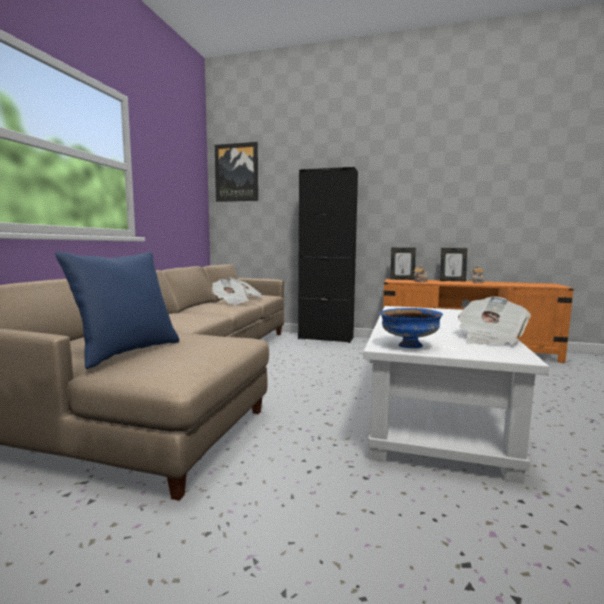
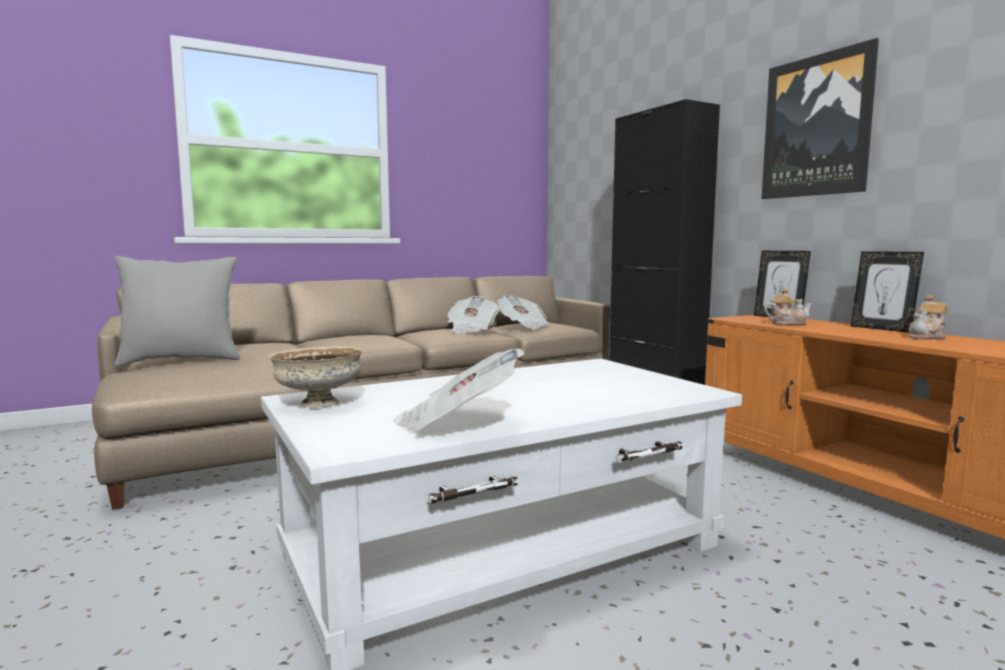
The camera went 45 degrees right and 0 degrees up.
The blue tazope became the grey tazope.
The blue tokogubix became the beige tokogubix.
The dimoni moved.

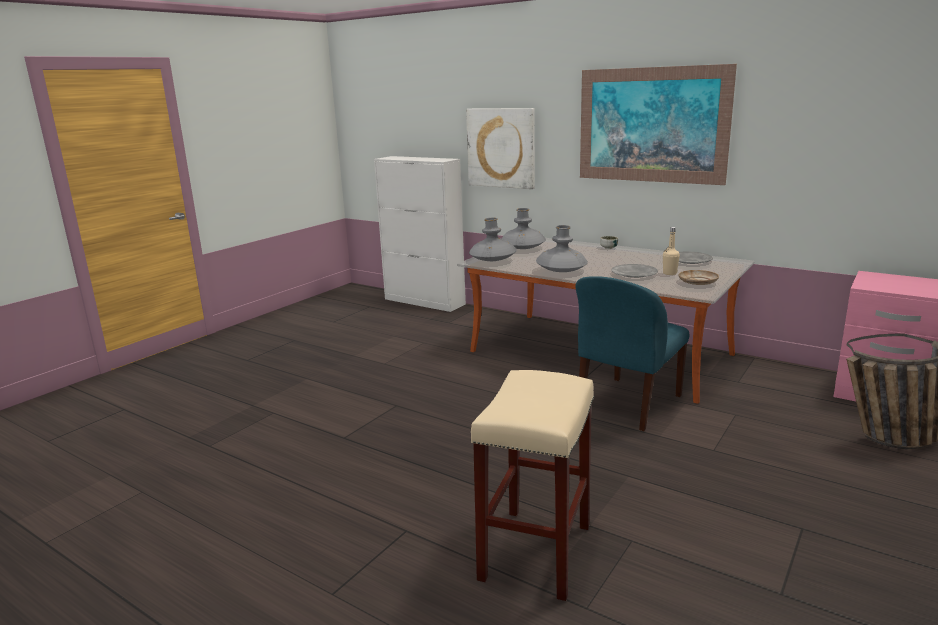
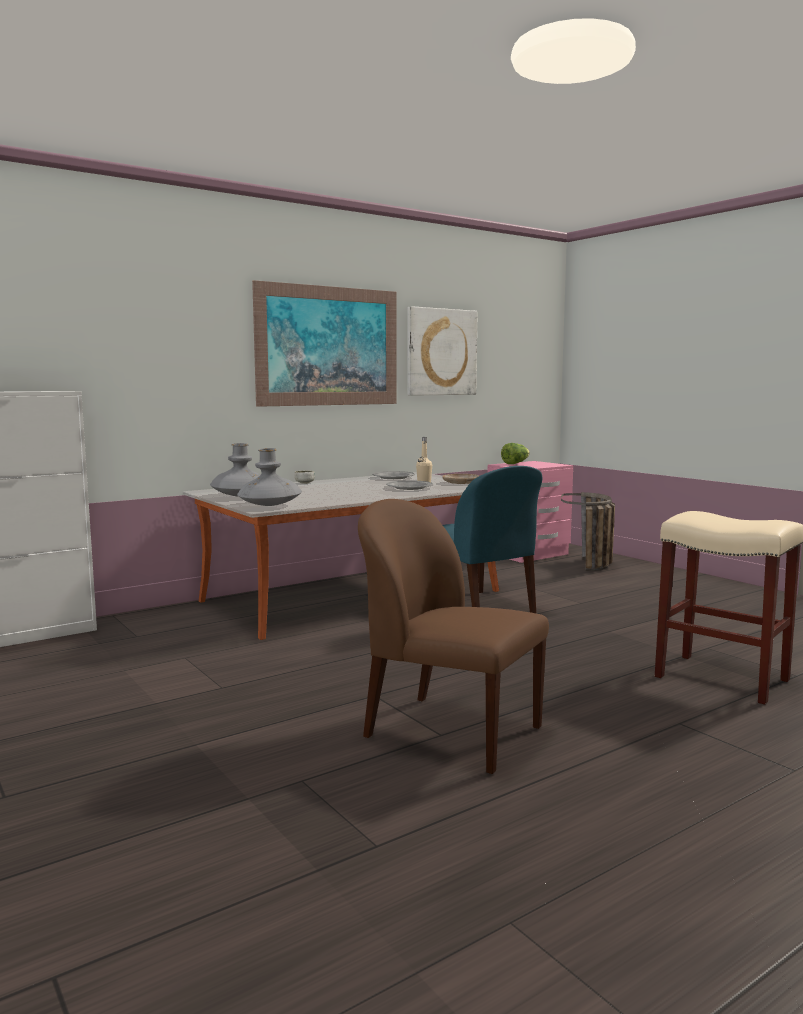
The camera went 70 degrees left and 10 degrees down.
The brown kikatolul appeared.
The dimoni (1st from left in the first image) moved.
The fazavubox appeared.
The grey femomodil (3rd from left) disappeared.

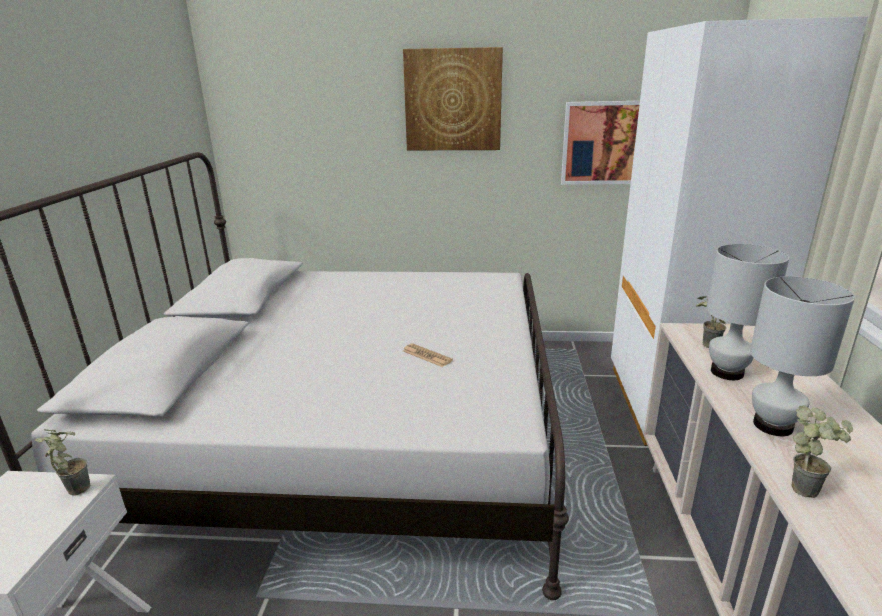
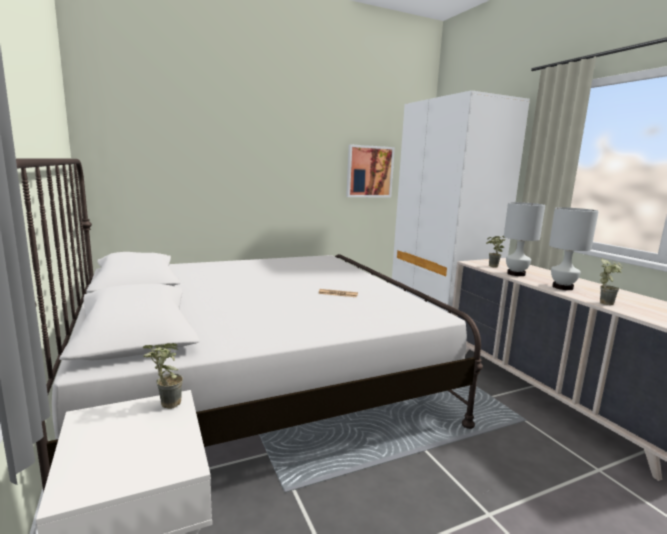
The camera went 30 degrees left and 10 degrees down.
The dimoni (1st from left) disappeared.

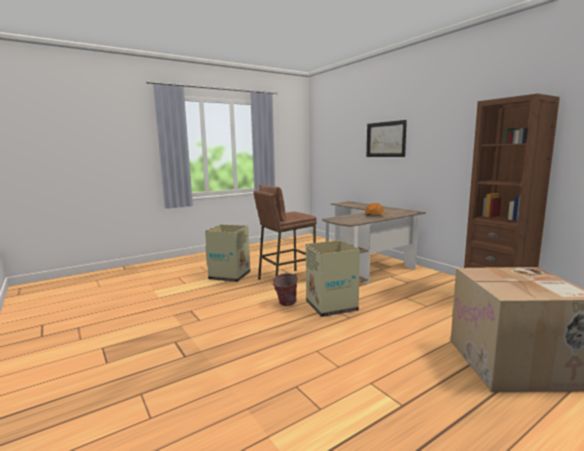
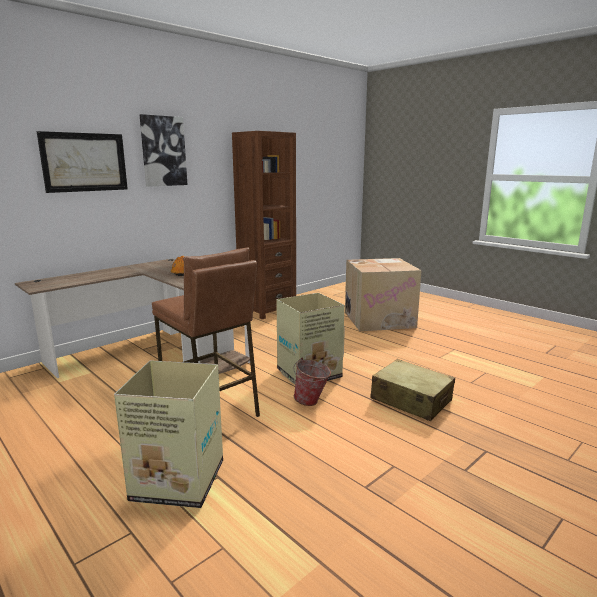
The camera went 100 degrees left and 5 degrees up.
The dimoni (2nd from left) appeared.
The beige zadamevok appeared.

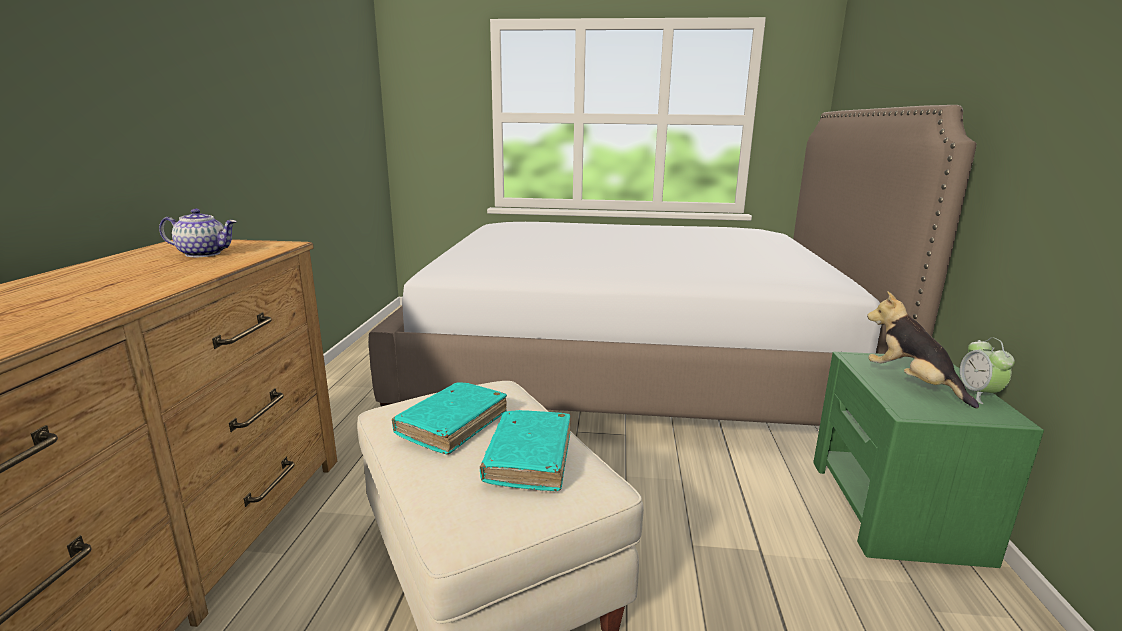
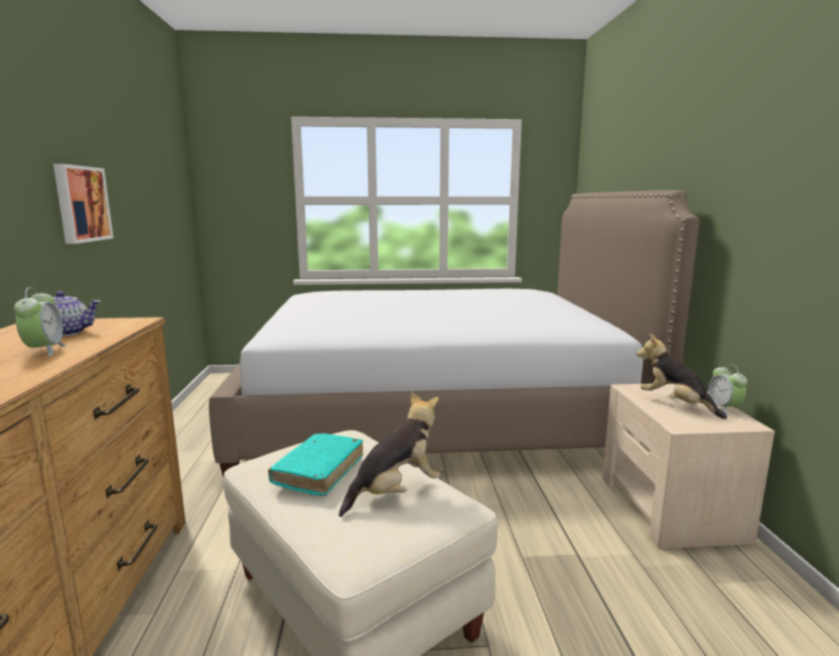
The camera went 10 degrees left and 5 degrees down.
The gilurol (1st from left) appeared.
The dimoni appeared.
The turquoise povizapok (2nd from left) was replaced by the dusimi (1st from left).
The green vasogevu became the beige vasogevu.

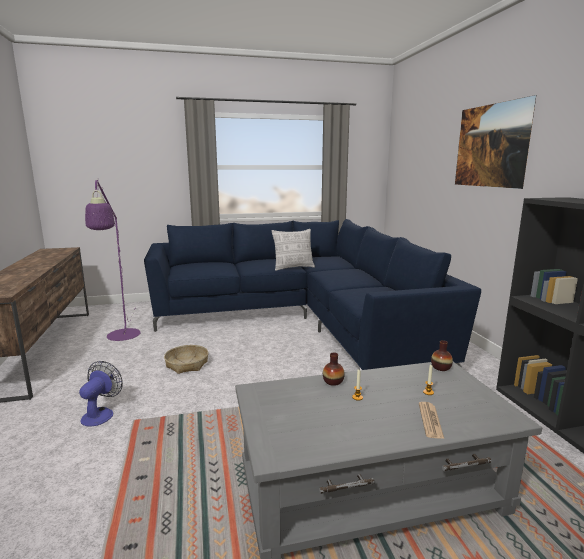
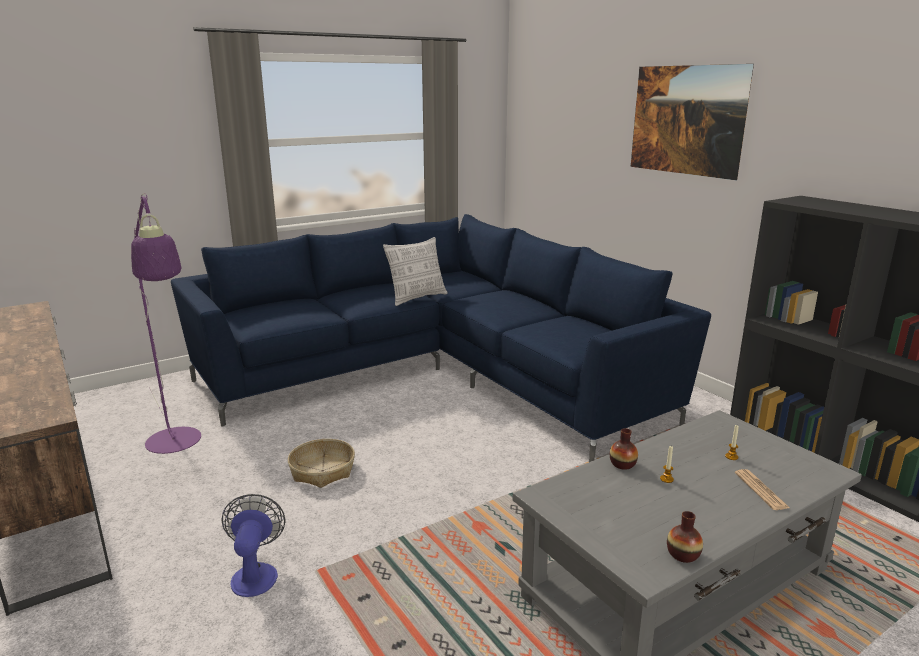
The camera went 20 degrees left and 5 degrees up.
The femomodil (2nd from left) moved.

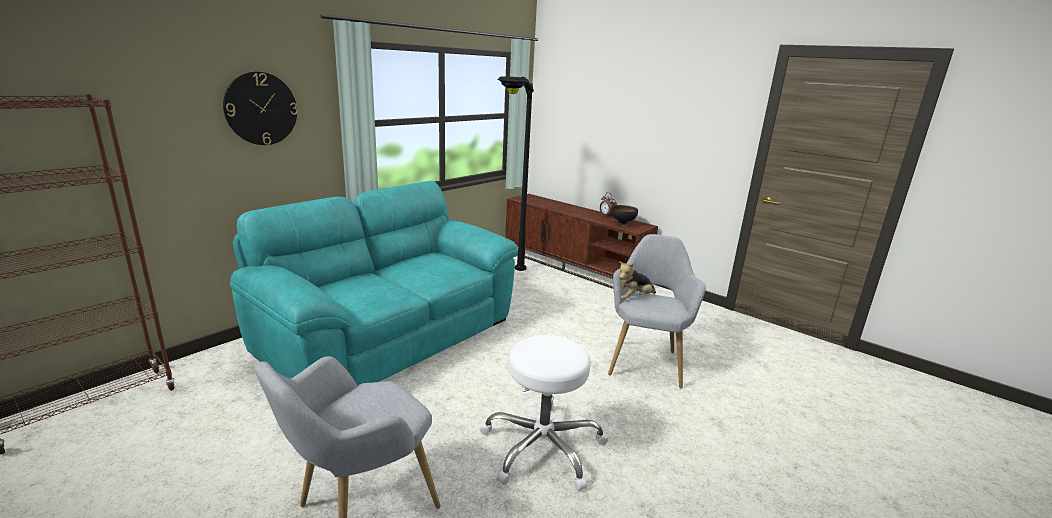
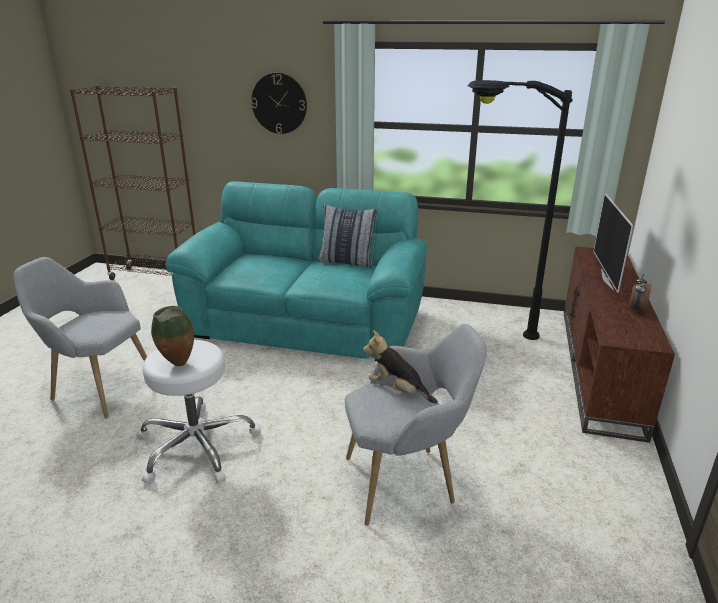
The camera went 65 degrees right and 5 degrees up.
The femomodil appeared.
The tazope appeared.
The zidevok appeared.
The black tokogubix disappeared.

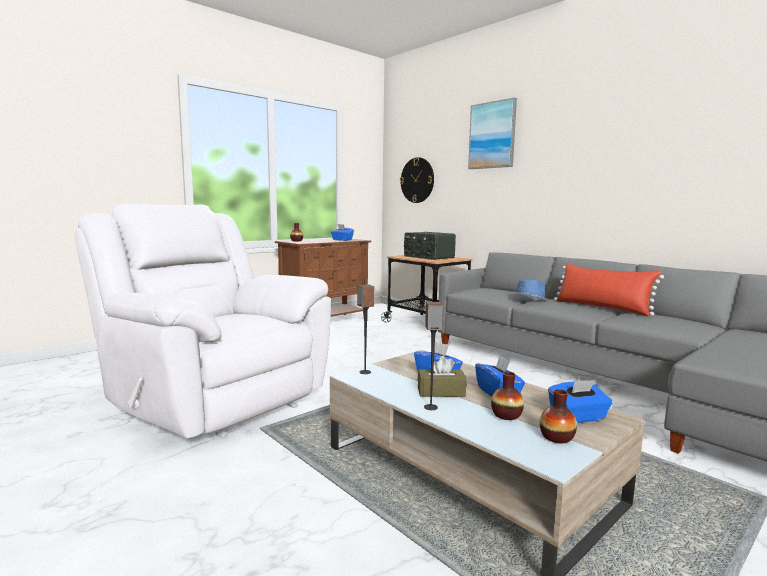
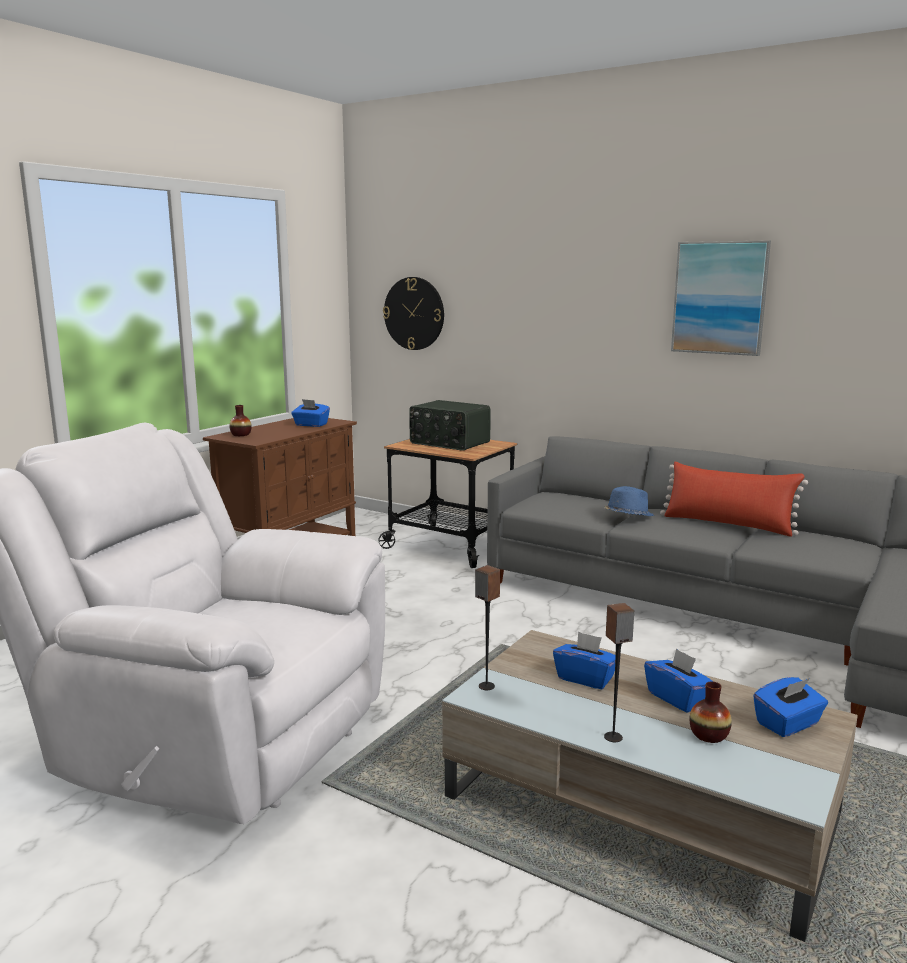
The camera went 15 degrees left and 5 degrees up.
The dimoni moved.
The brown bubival disappeared.
The femomodil (3rd from left) disappeared.

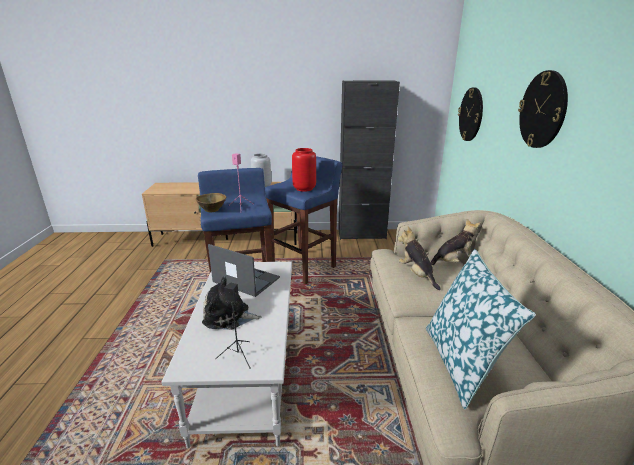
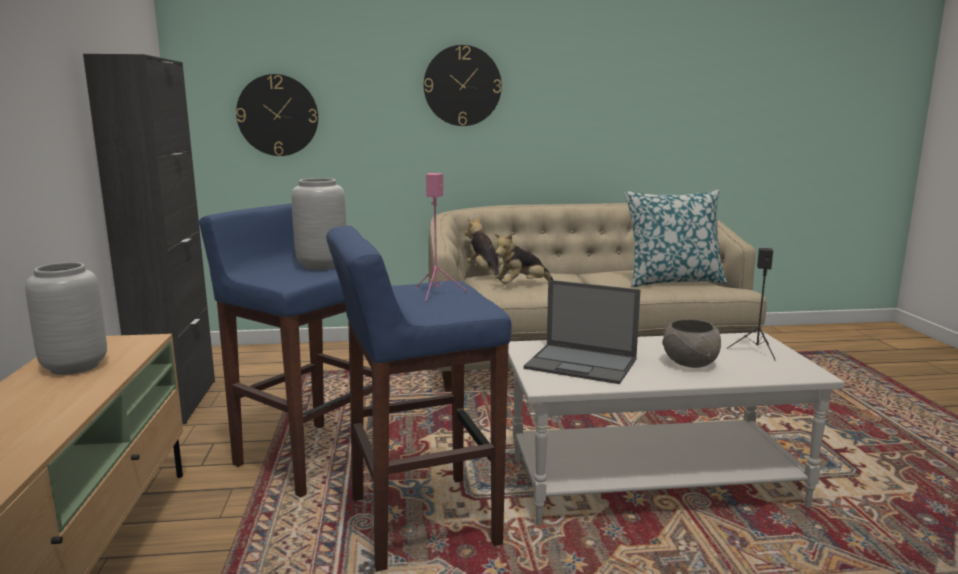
The camera went 95 degrees left and 10 degrees down.
The red femomodil became the grey femomodil (2nd from left).
The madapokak turned 90 degrees counterclockwise.
The dusimi (1st from left) was replaced by the grey tokogubix.
The brown tokogubix disappeared.

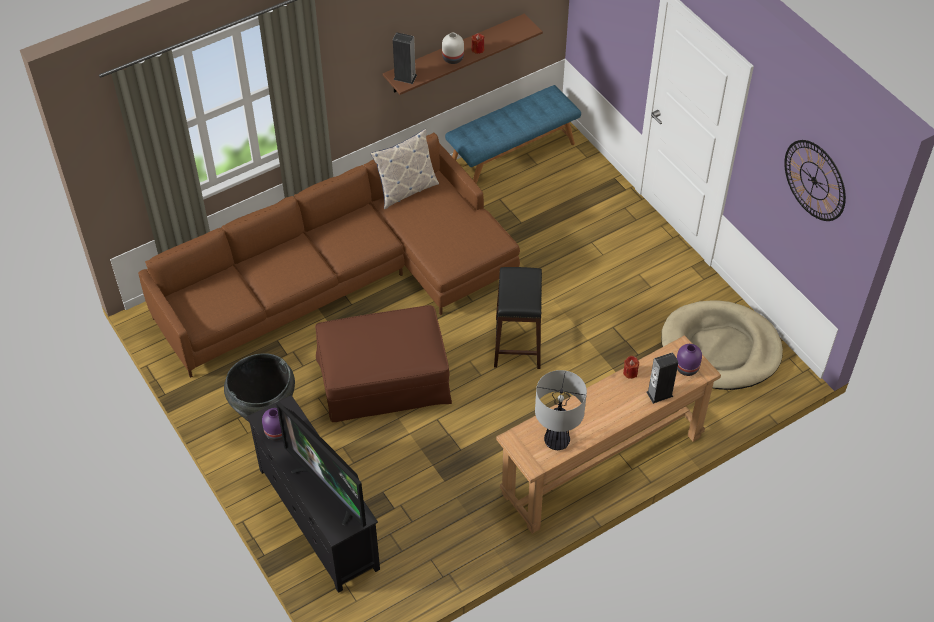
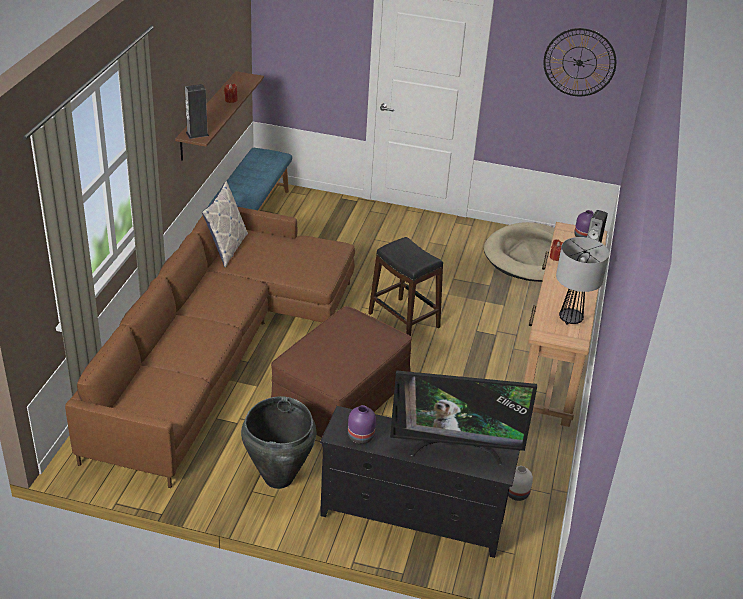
The camera went 45 degrees left and 15 degrees down.
The white femomodil moved.

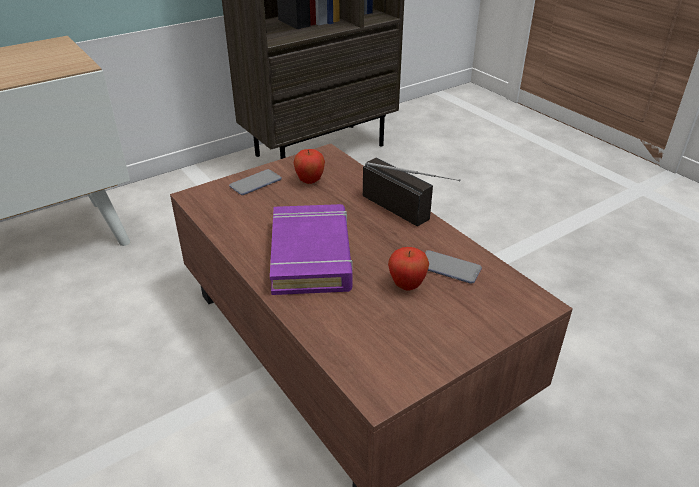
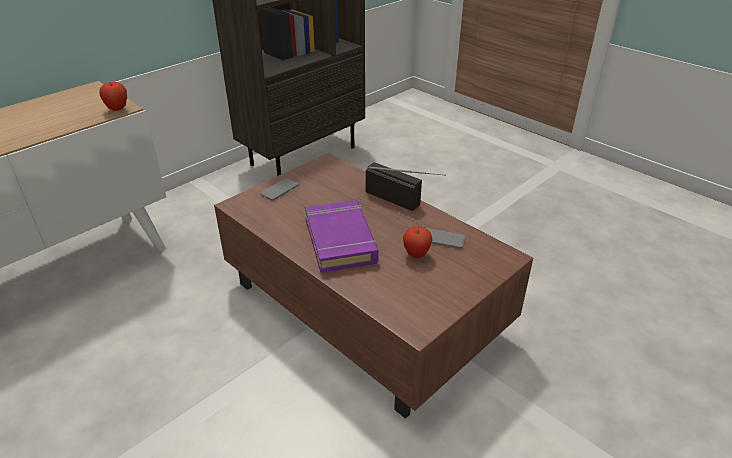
The camera went 10 degrees left and 0 degrees up.
The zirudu (1st from left) moved.

